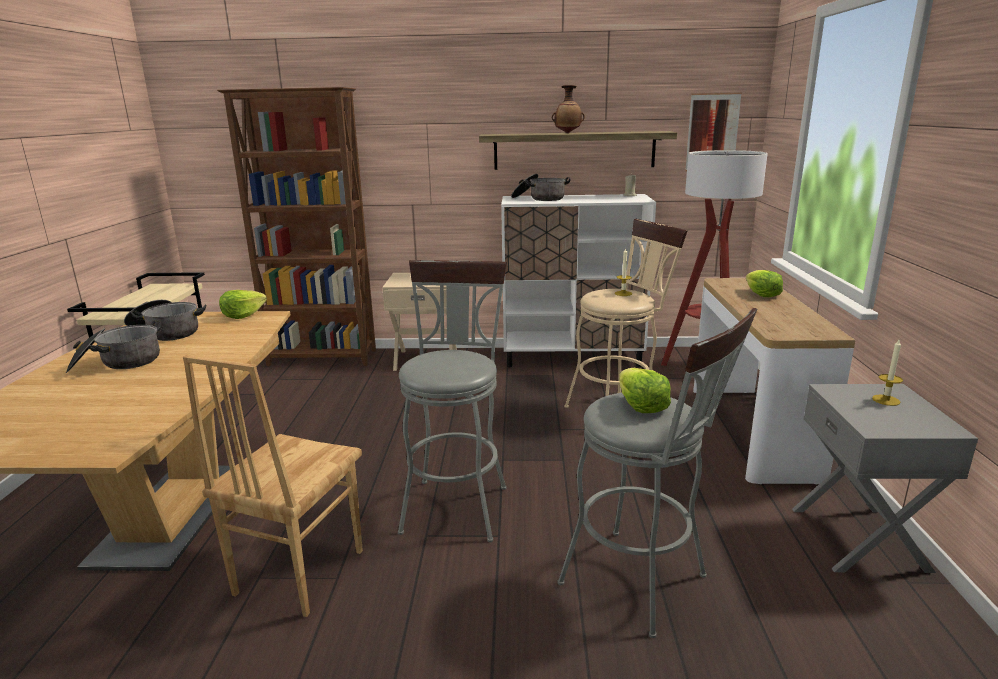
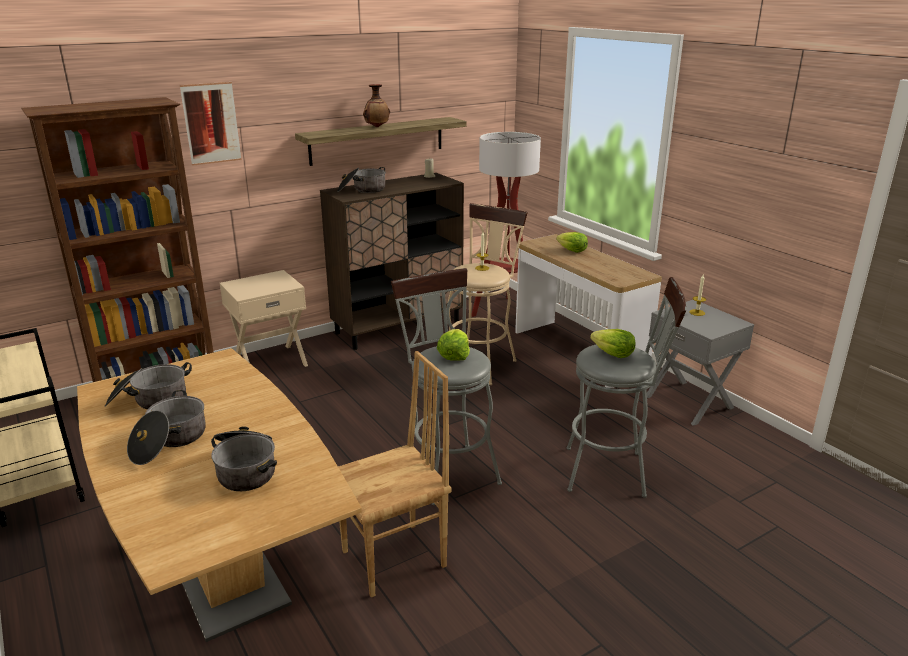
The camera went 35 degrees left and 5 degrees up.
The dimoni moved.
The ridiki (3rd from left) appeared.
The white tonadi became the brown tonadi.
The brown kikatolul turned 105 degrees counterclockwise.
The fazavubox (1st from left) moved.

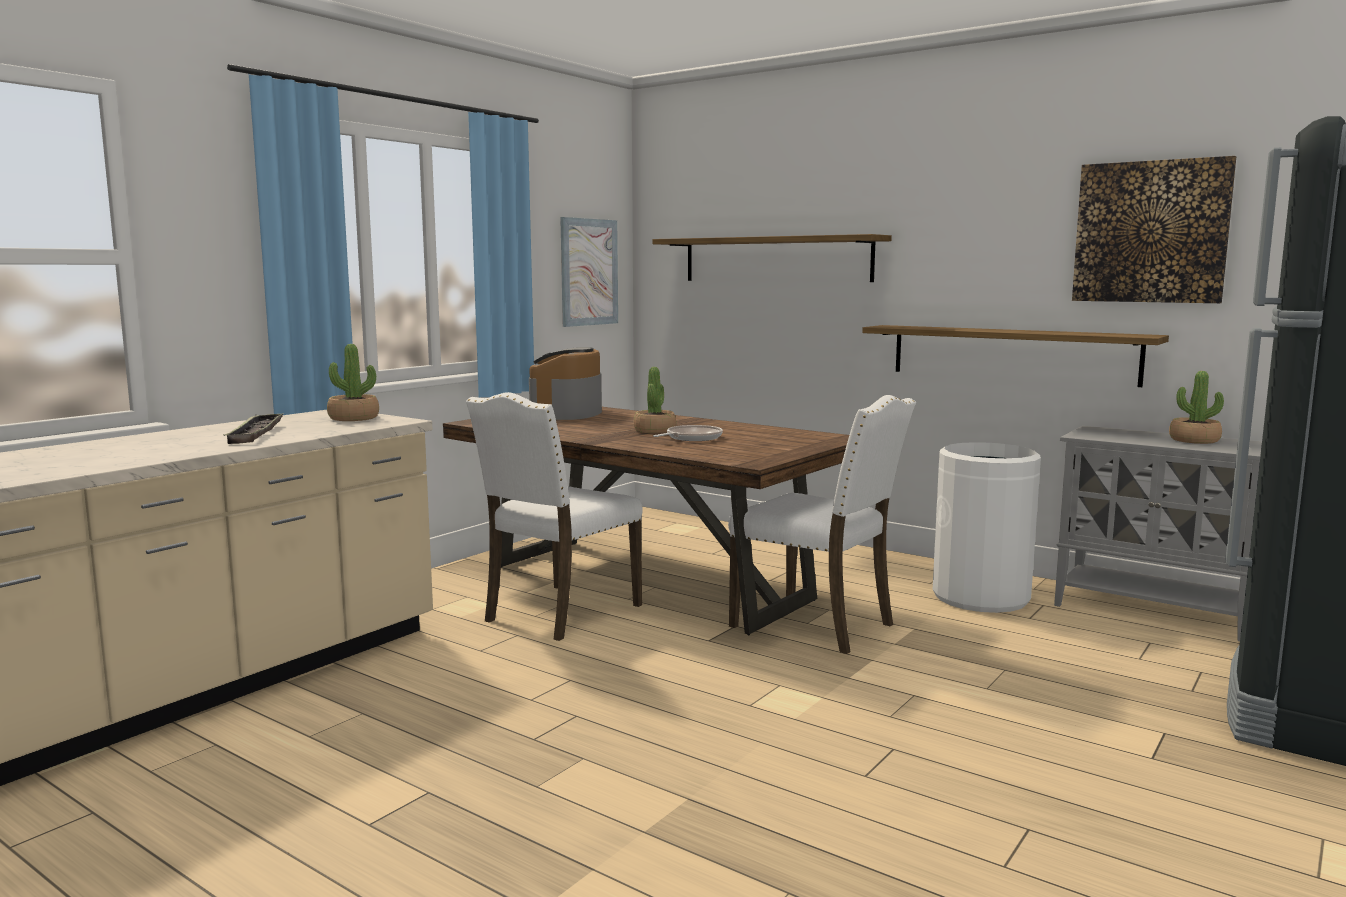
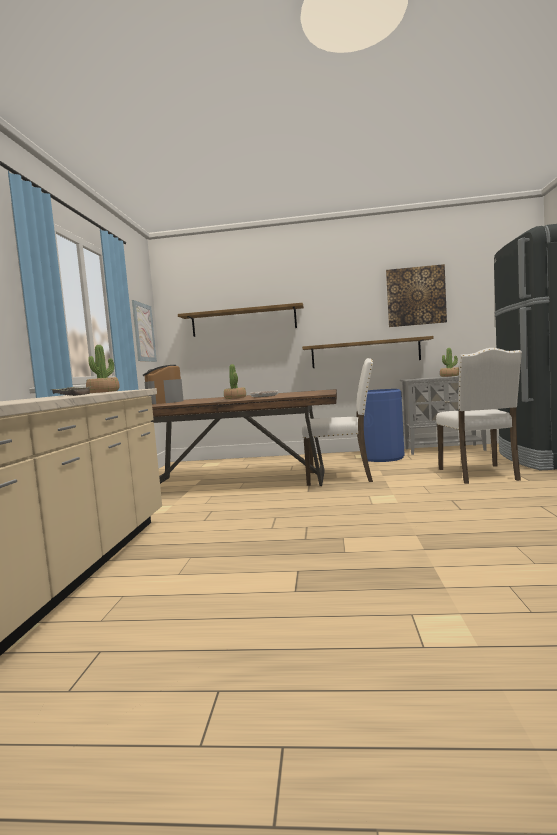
The camera went 30 degrees left and 5 degrees down.
The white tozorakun became the blue tozorakun.
The white kikatolul (1st from left in the first image) moved.

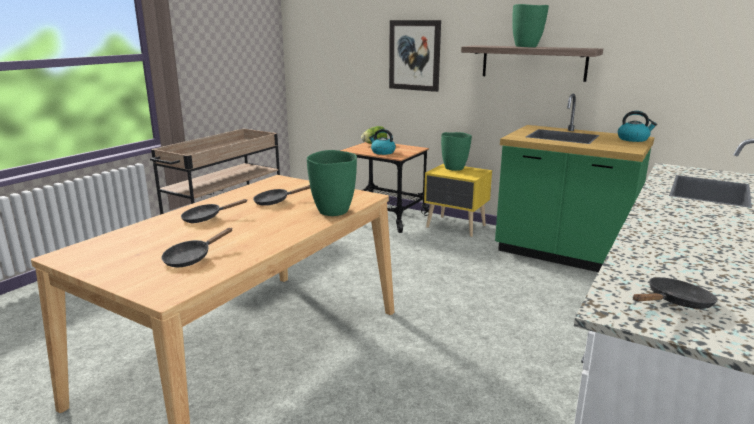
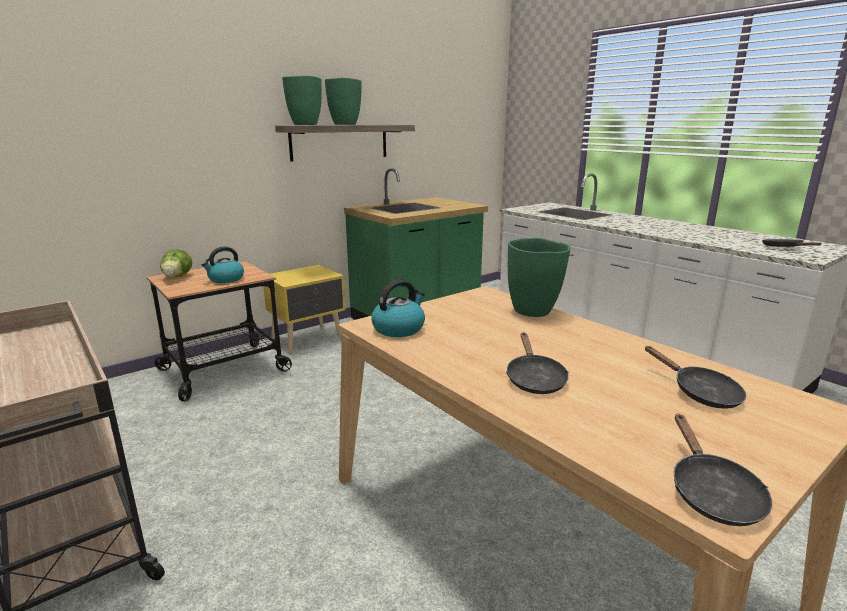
The camera went 70 degrees left and 0 degrees up.
The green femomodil (2nd from left in the first image) moved.
The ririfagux (2nd from left) moved.
The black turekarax (3rd from left) moved.
The dimoni disappeared.

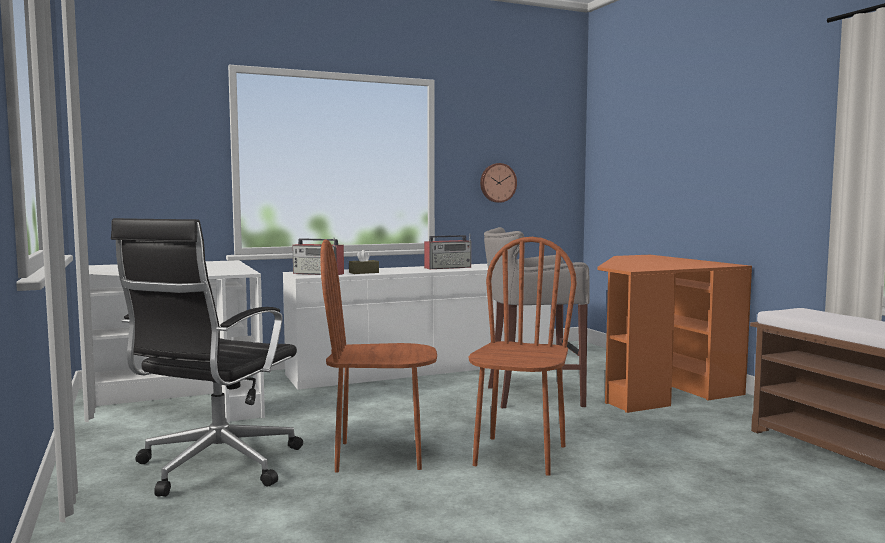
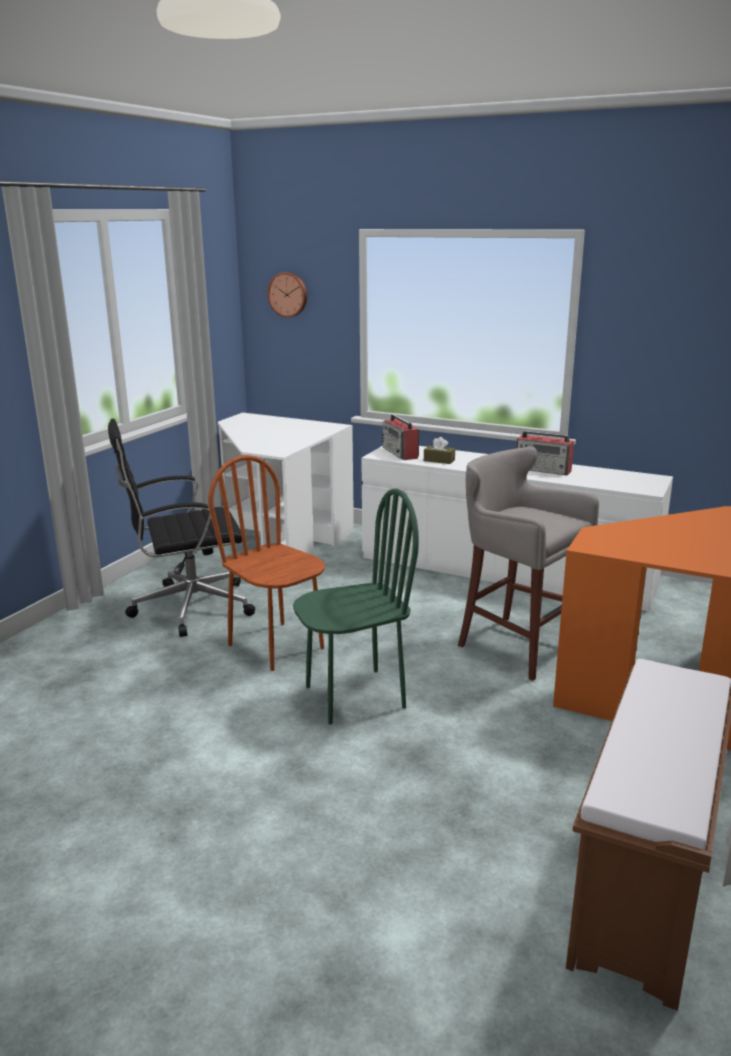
The camera went 50 degrees right and 15 degrees up.
The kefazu moved.
The brown kikatolul (2nd from left) became the green kikatolul.

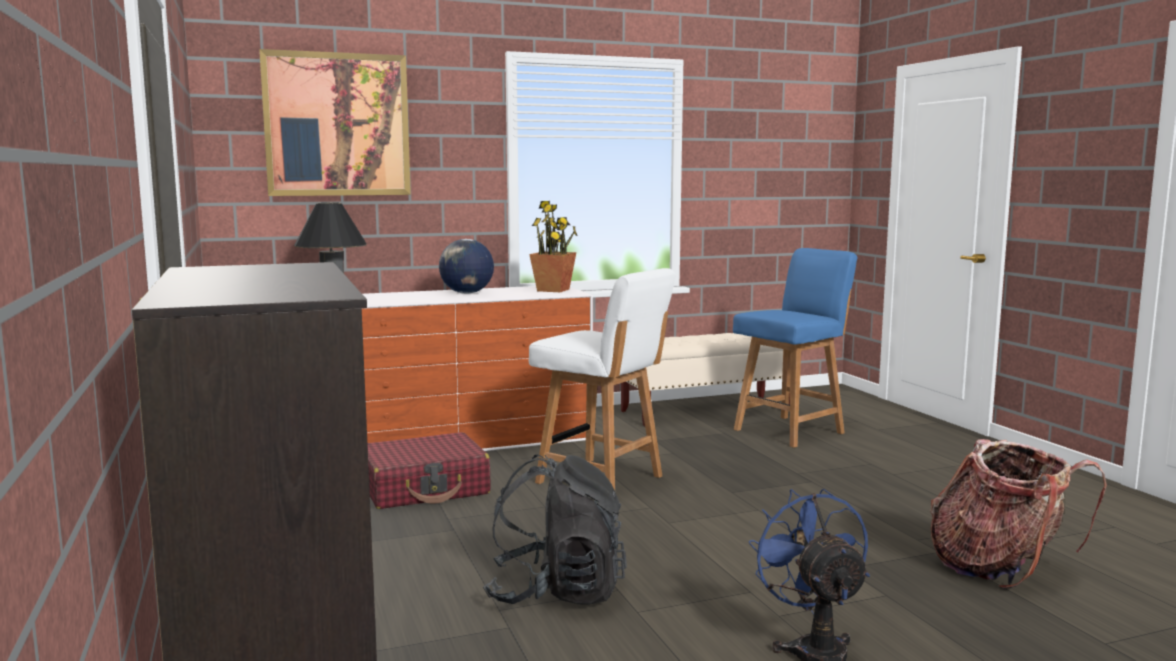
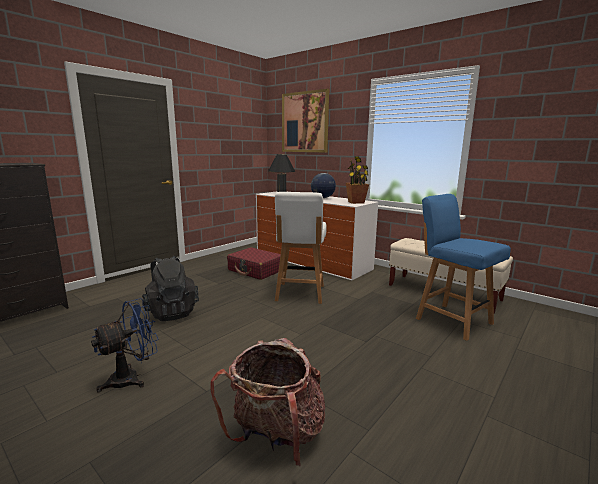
The camera went 60 degrees right and 5 degrees up.
The blue kikatolul turned 150 degrees counterclockwise.

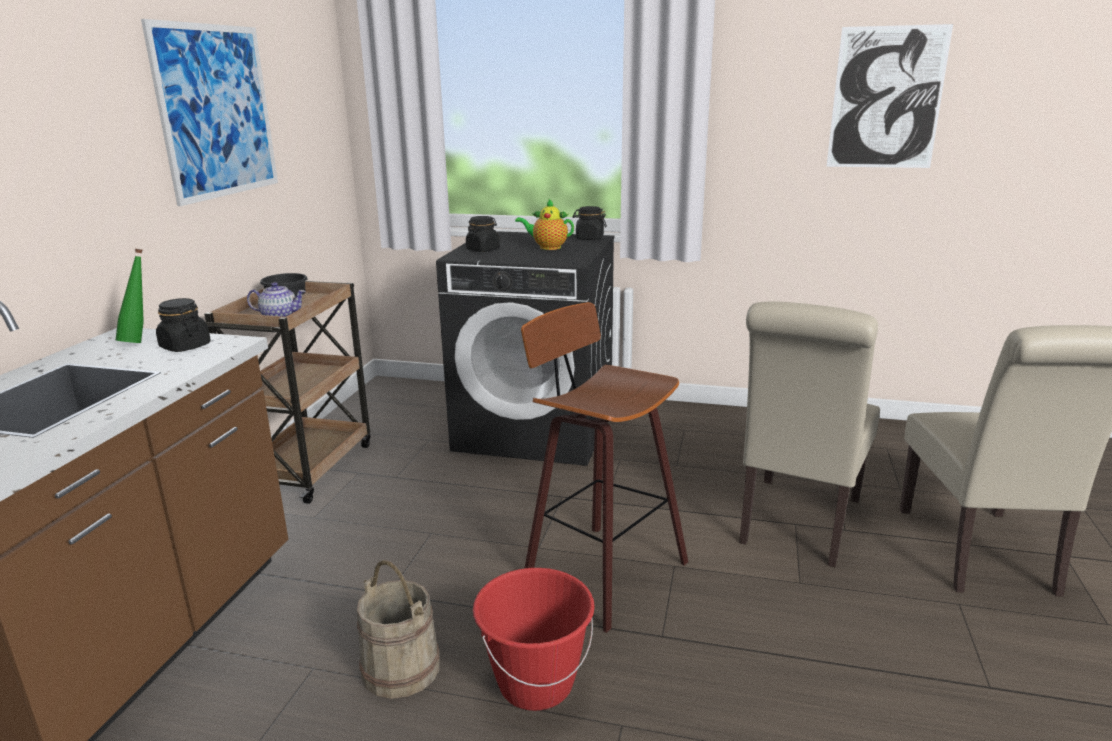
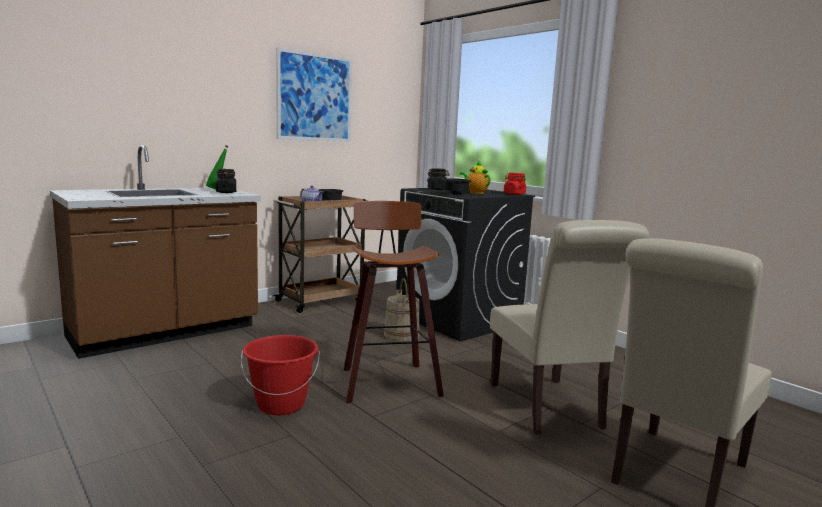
The camera went 35 degrees right and 10 degrees down.
The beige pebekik moved.
The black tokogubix (2nd from left) appeared.
The beige kikatolul (1st from left) turned 75 degrees counterclockwise.
The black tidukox (3rd from left) became the red tidukox.
The dimoni (2nd from left) disappeared.

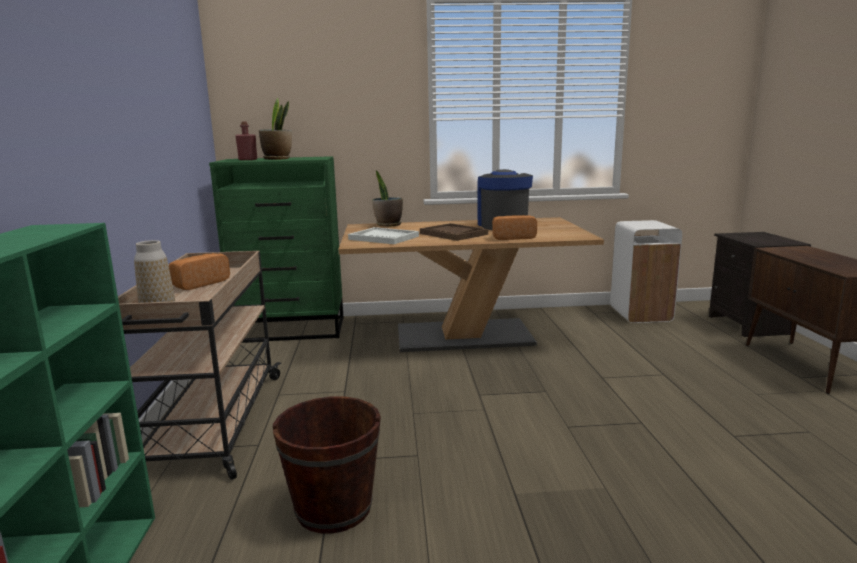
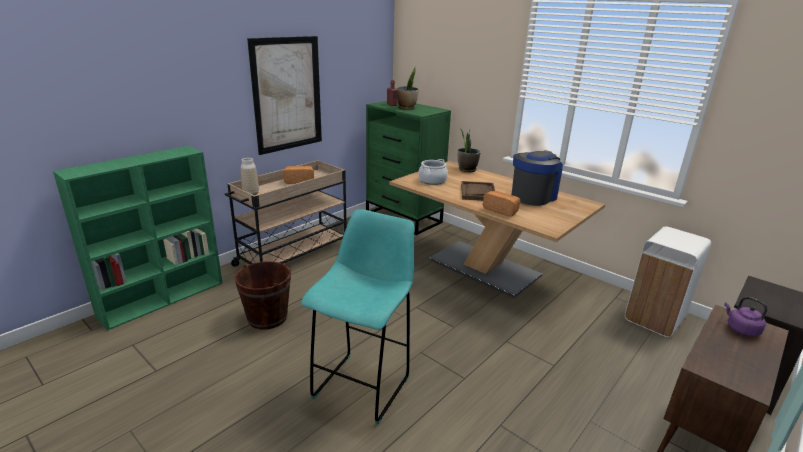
The camera went 45 degrees right and 10 degrees up.
The dimoni appeared.
The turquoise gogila appeared.
The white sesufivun was replaced by the ridiki.
The purple ririfagux appeared.

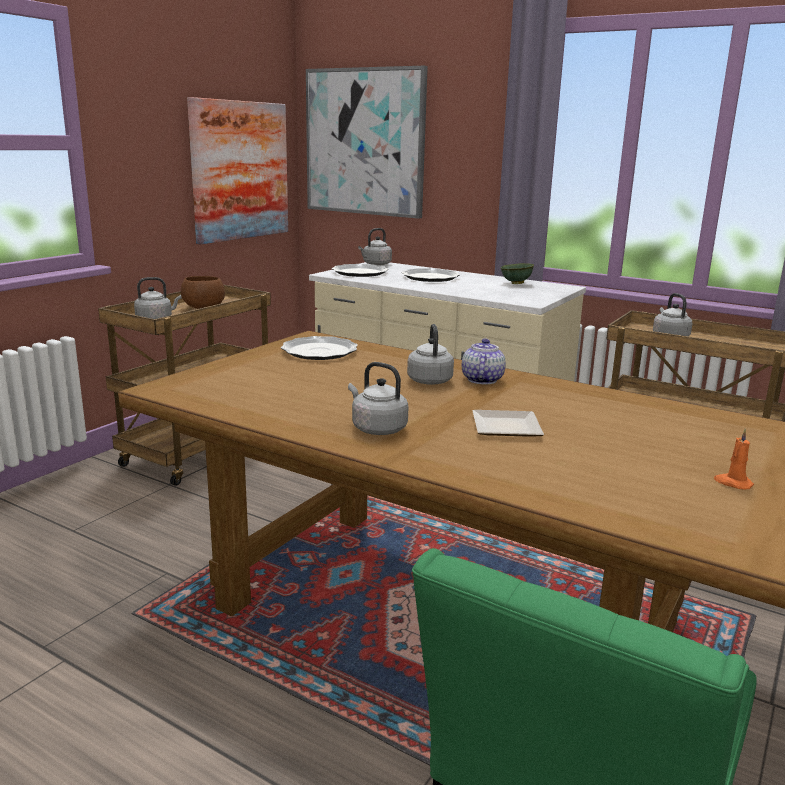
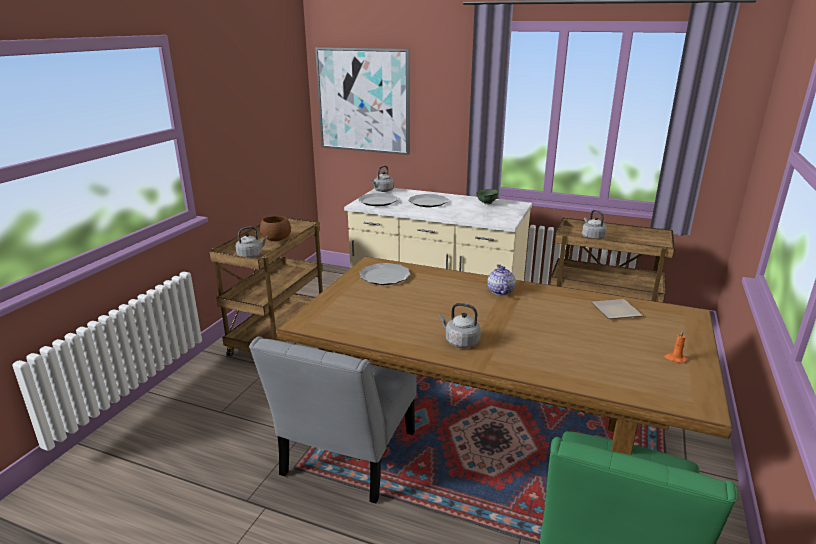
The camera went 10 degrees left and 5 degrees up.
The grey kikatolul appeared.
The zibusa (4th from left) moved.
The dimoni (1st from left) disappeared.
The grey ririfagux (4th from left) disappeared.

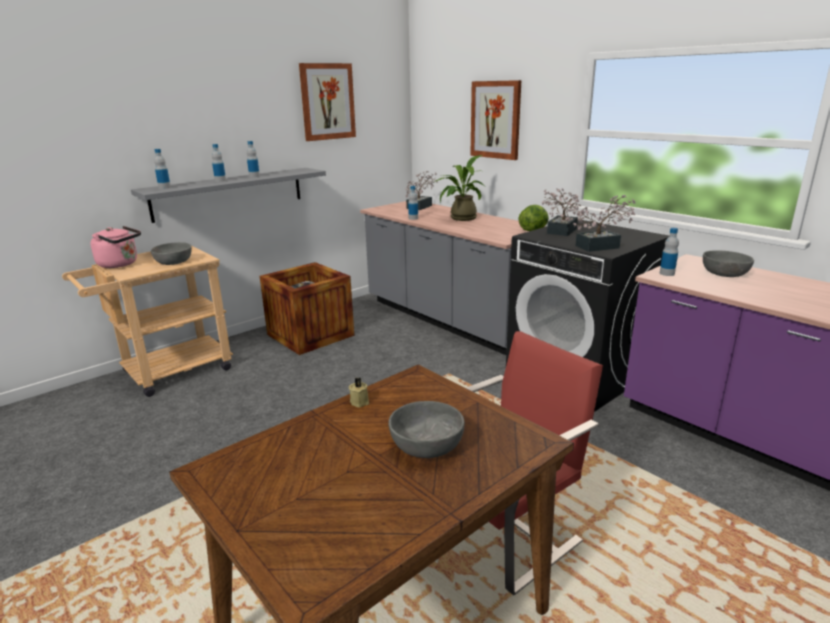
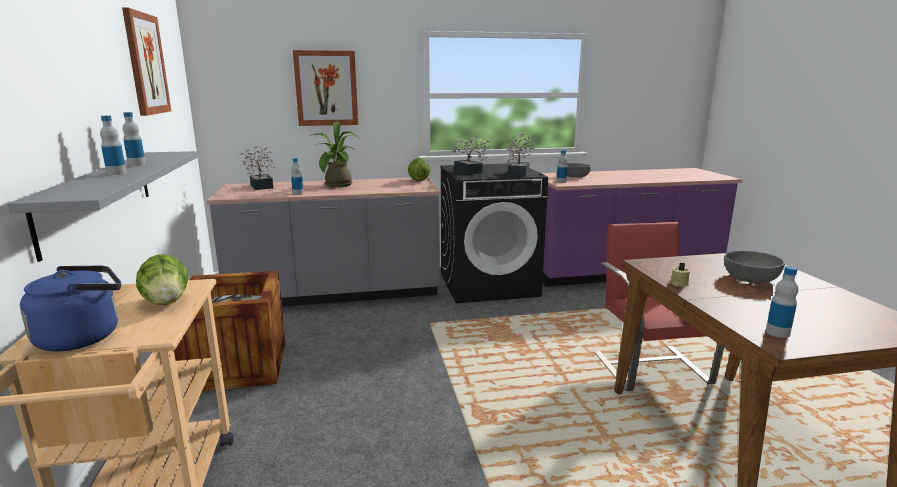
The camera went 60 degrees left and 5 degrees down.
The pink ririfagux became the blue ririfagux.
The grey tokogubix (1st from left) was replaced by the fazavubox (1st from left).
The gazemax (1st from left in the first image) moved.

